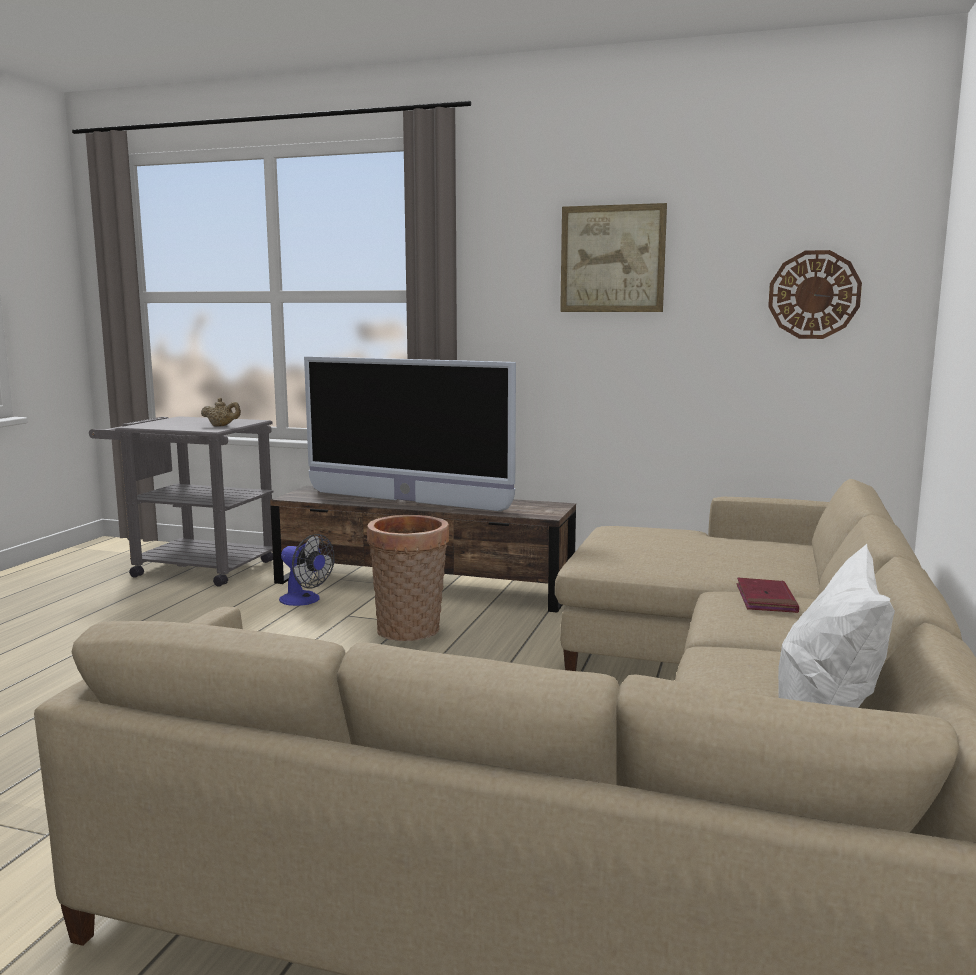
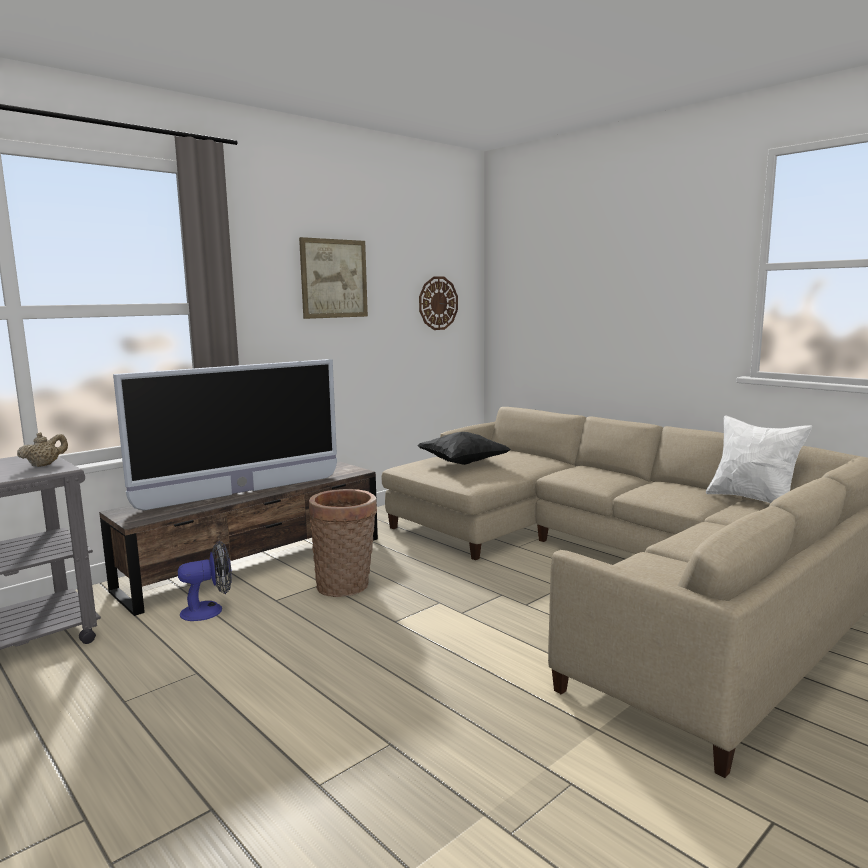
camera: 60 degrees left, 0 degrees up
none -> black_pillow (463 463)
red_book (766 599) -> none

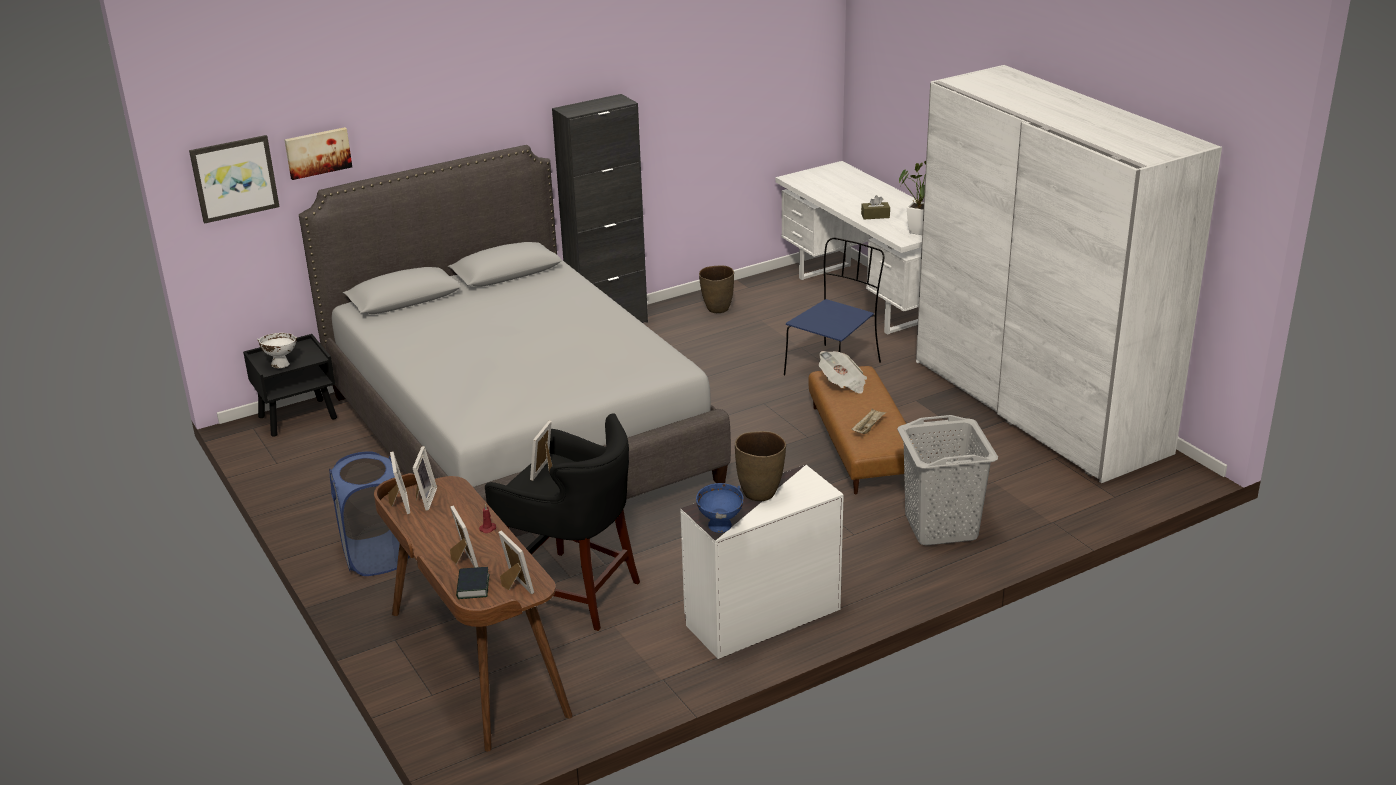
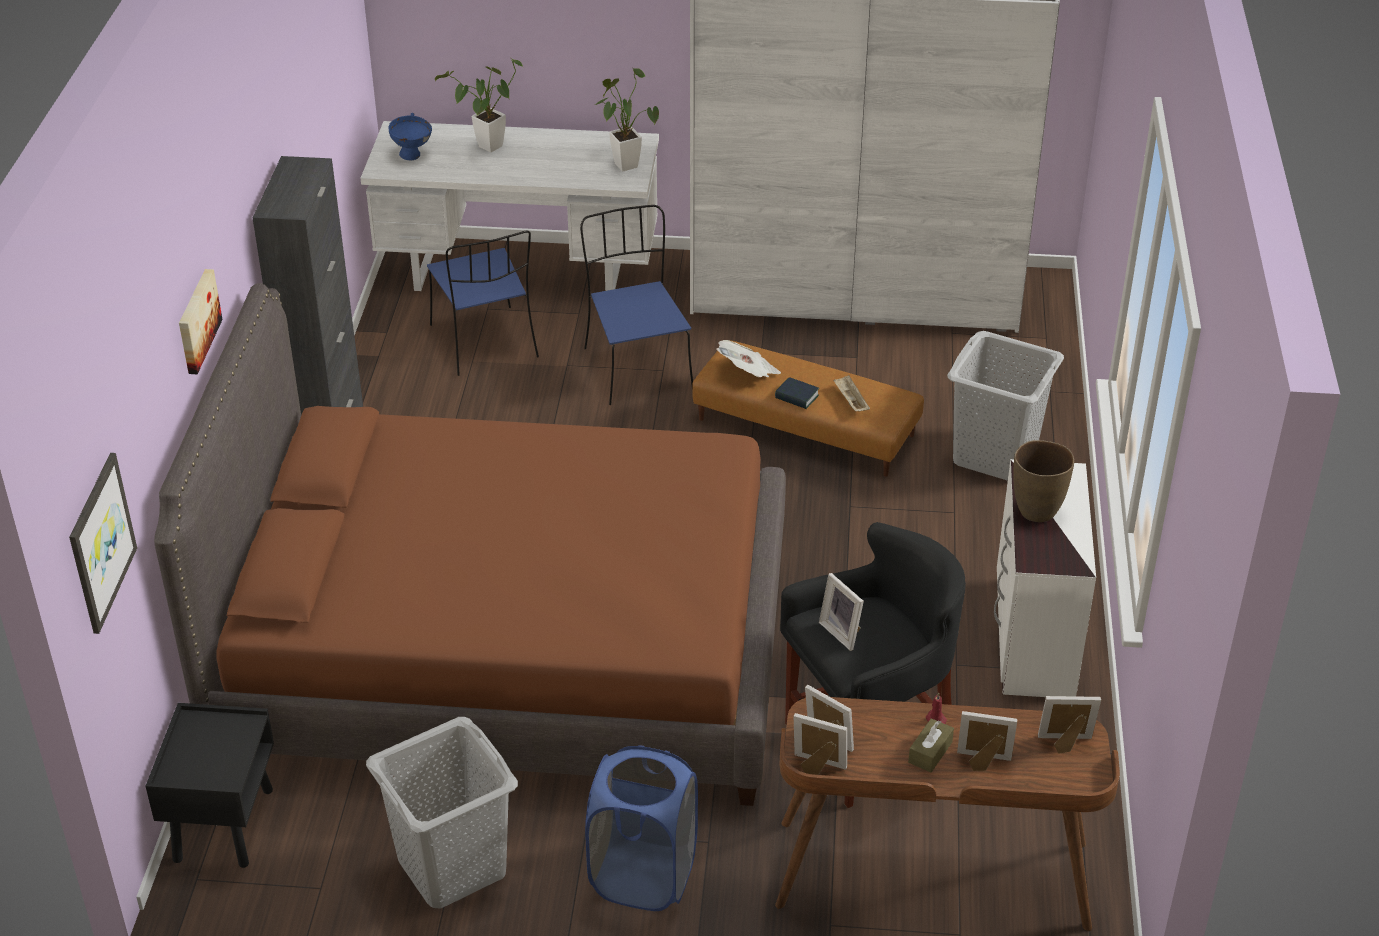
camera: 55 degrees left, 10 degrees up
grey_bed (519 436) -> brown_bed (508 651)
picture (317 152) -> picture (196 321), relocated
none -> grey_laundry_basket (451 866)
blue_bowl (721 528) -> blue_bowl (412 156), relocated
none -> blue_chair (485 343)
none -> potted_plant (486 149)
book (473 587) -> book (797 397), relocated
brown_tissue_box (875 216) -> brown_tissue_box (930 752), relocated
white_bowl (281 364) -> none
brown_vase (717 309) -> none

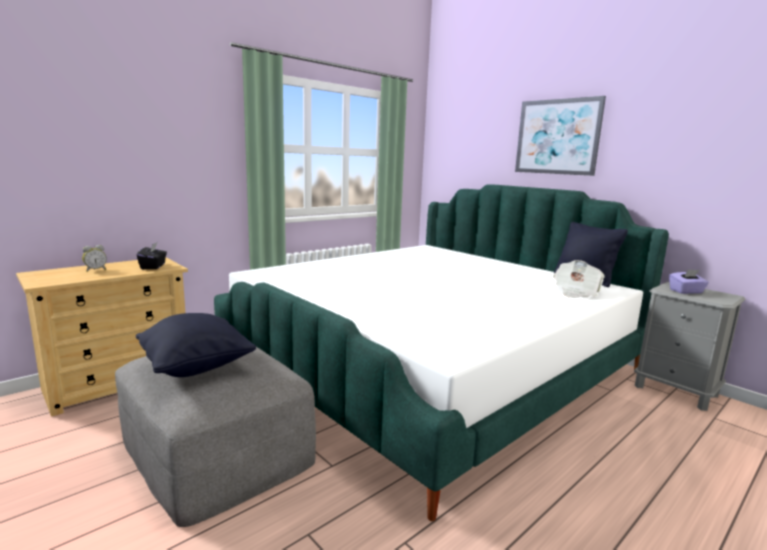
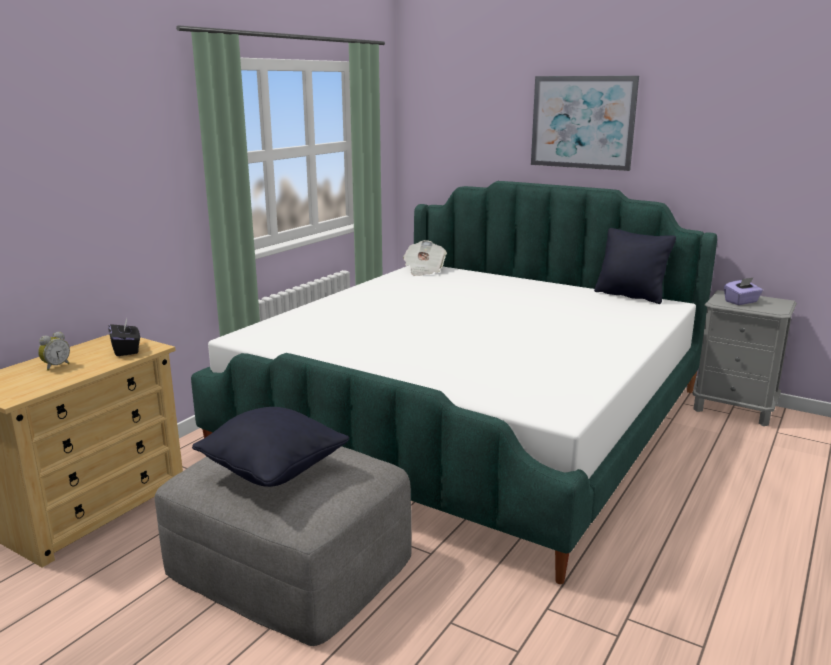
camera: 15 degrees left, 5 degrees up
newspaper (576 292) -> newspaper (424 270), relocated

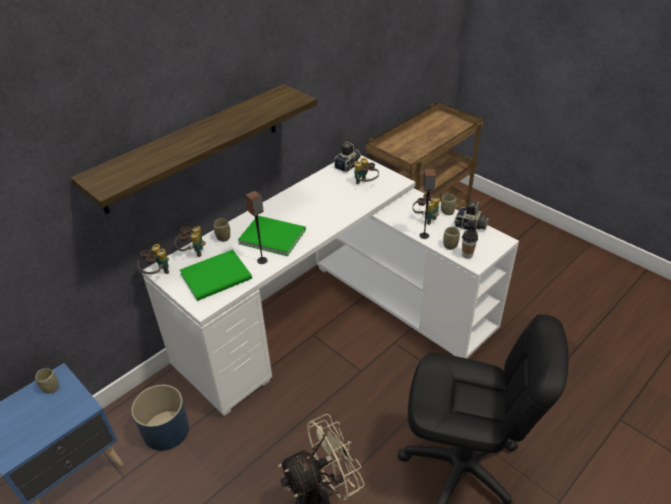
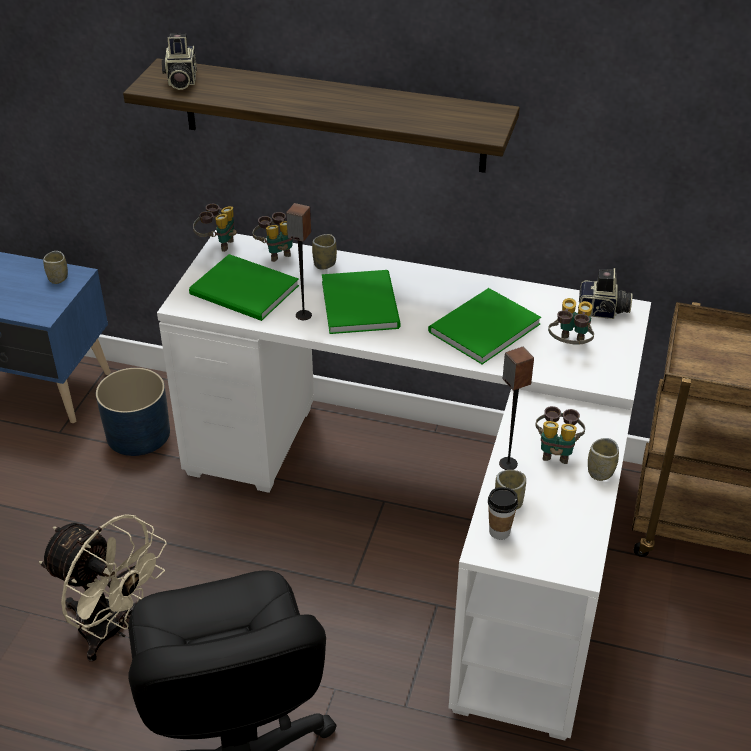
camera: 60 degrees right, 0 degrees up
photo_camera (470 226) -> photo_camera (180 80), relocated
none -> green_book (480 328)

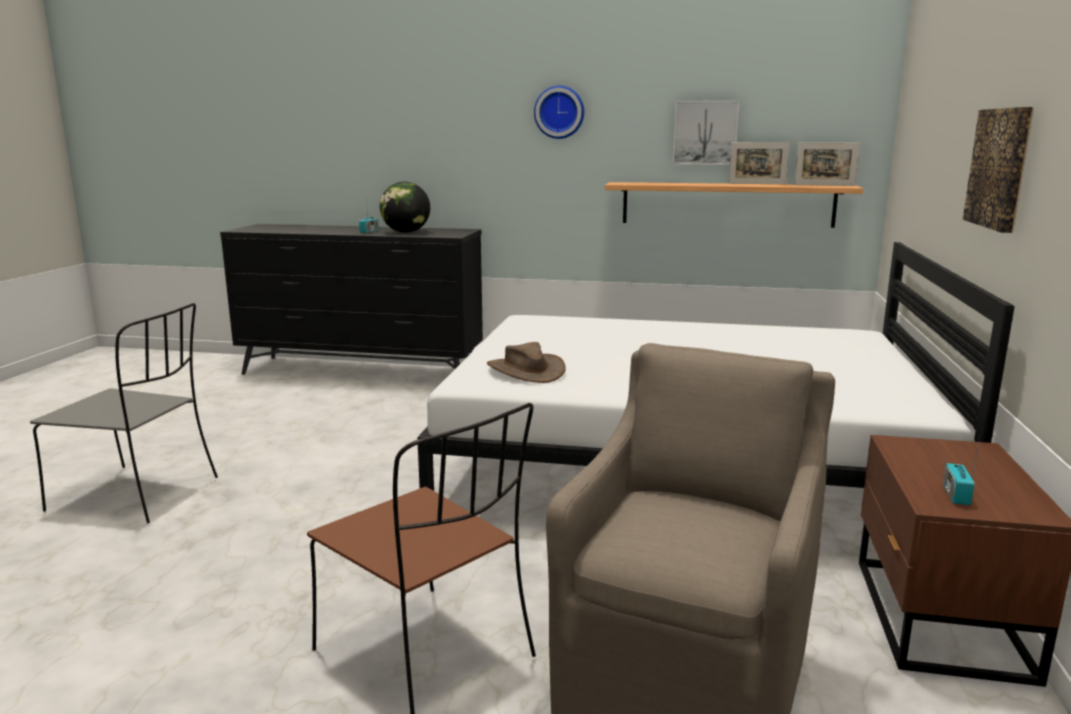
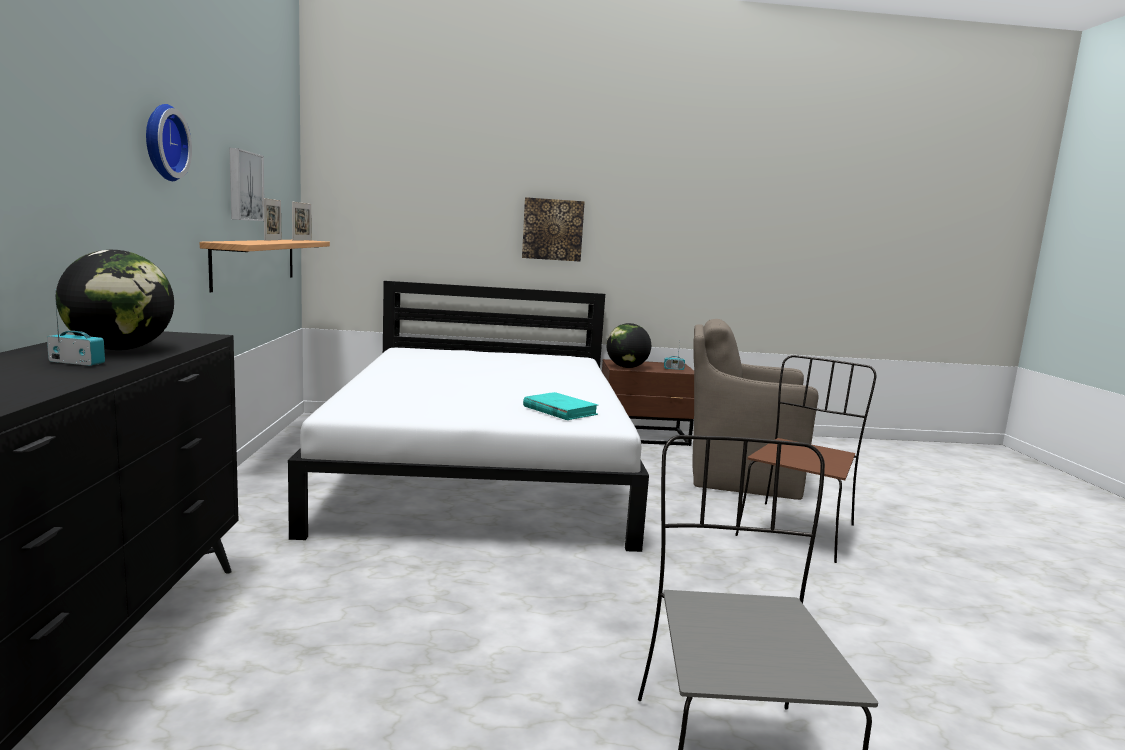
camera: 105 degrees left, 5 degrees down
brown_hat (525 370) -> turquoise_book (559 410)
none -> globe (627 367)

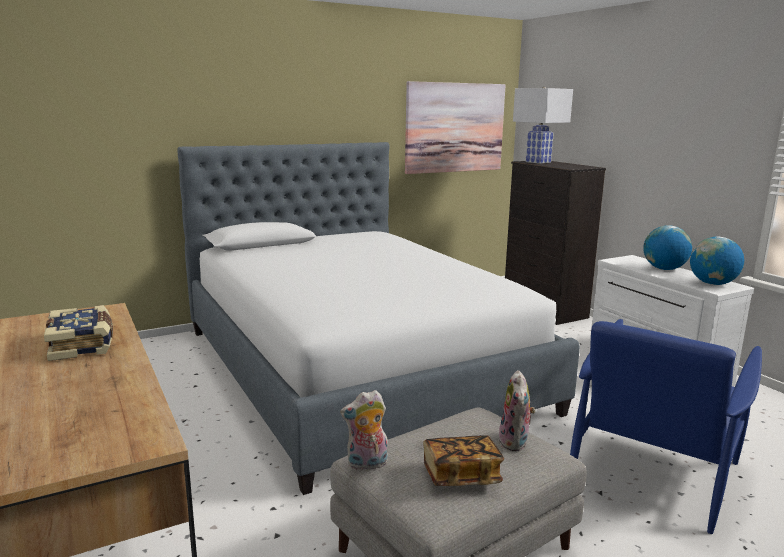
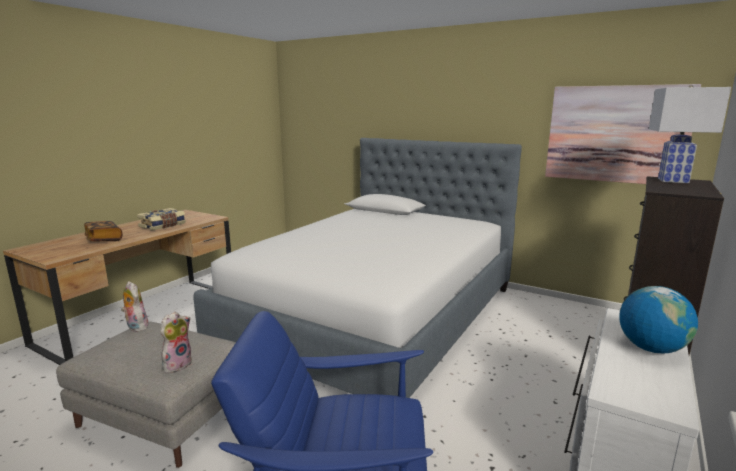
camera: 60 degrees right, 0 degrees up
book (461 476) -> book (104 239), relocated
plush_toy (515 442) -> plush_toy (177 364), 150 degrees clockwise
globe (712 283) -> none

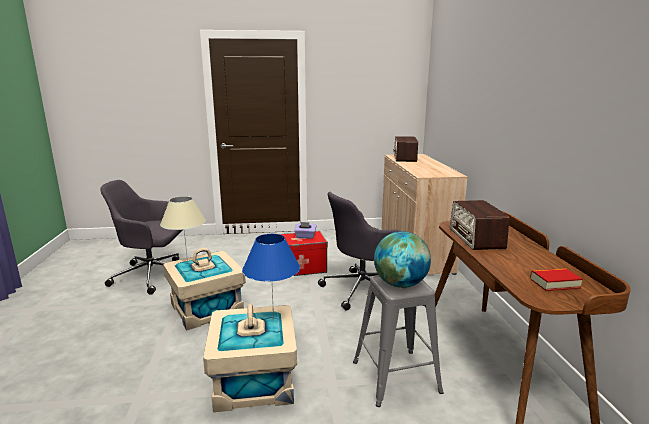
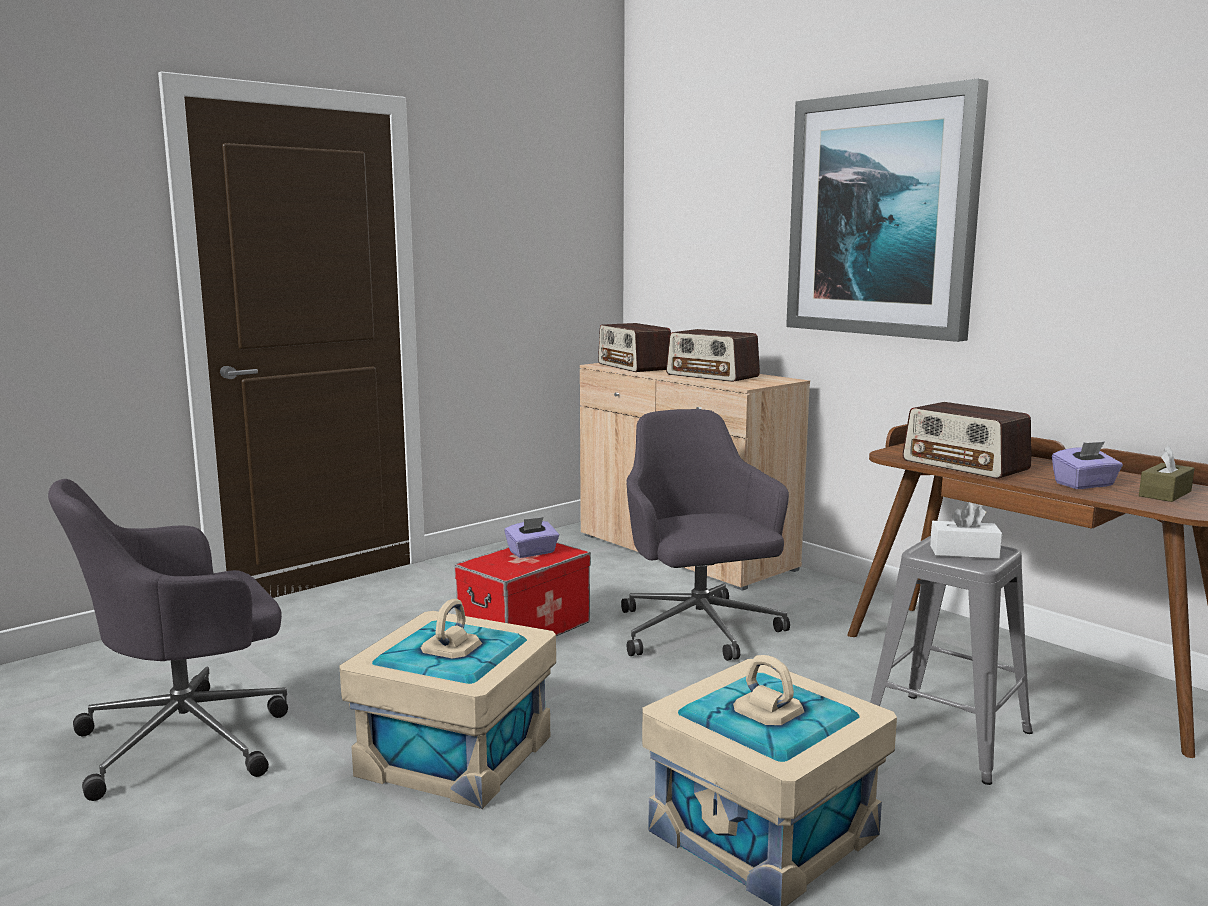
camera: 35 degrees left, 5 degrees down
grey_office_chair (363 290) -> grey_office_chair (698 631), 135 degrees clockwise
none -> radio (712 376)
none -> picture (882 215)
globe (400 284) -> white_tissue_box (964 552)
none -> purple_tissue_box (1084 485)
book (554 283) -> brown_tissue_box (1165 494)
beige_table_lamp (187 263) -> none
blue_table_lamp (273 320) -> none

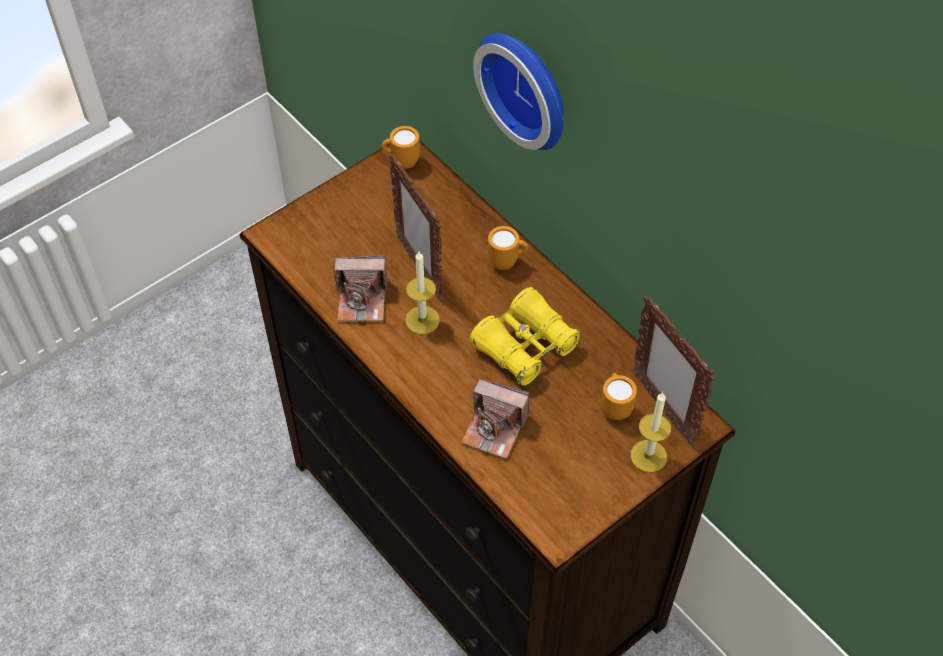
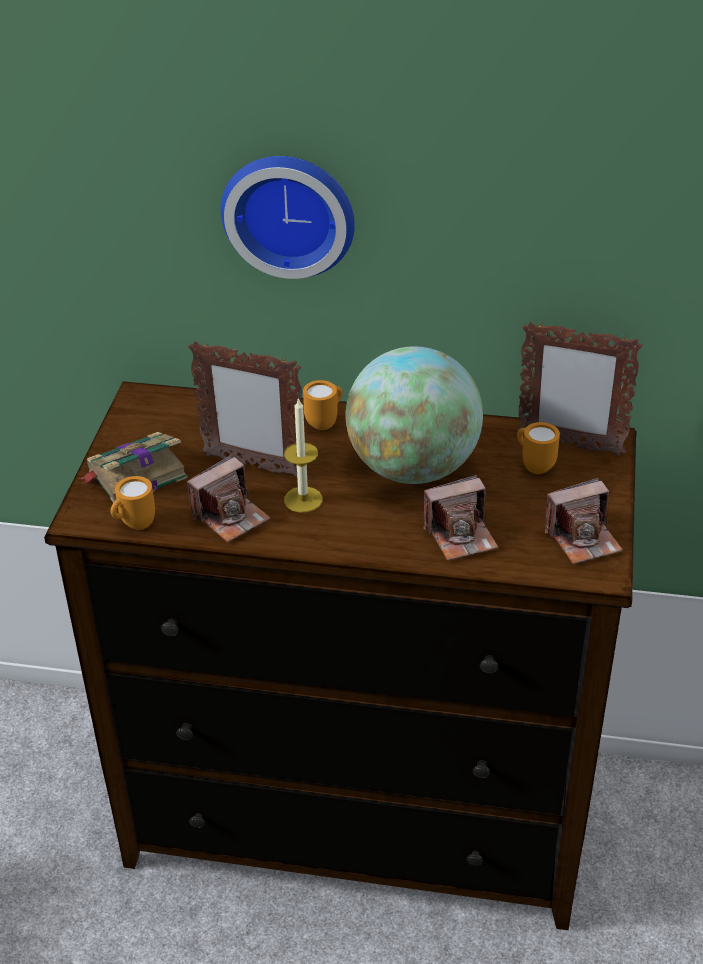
camera: 40 degrees left, 15 degrees down
none -> book (135 475)
orange_mug (401 162) -> orange_mug (134 525), relocated
yellow_binoculars (525 346) -> globe (412 468)
none -> photo_camera (583 539)
candle (648 456) -> none

